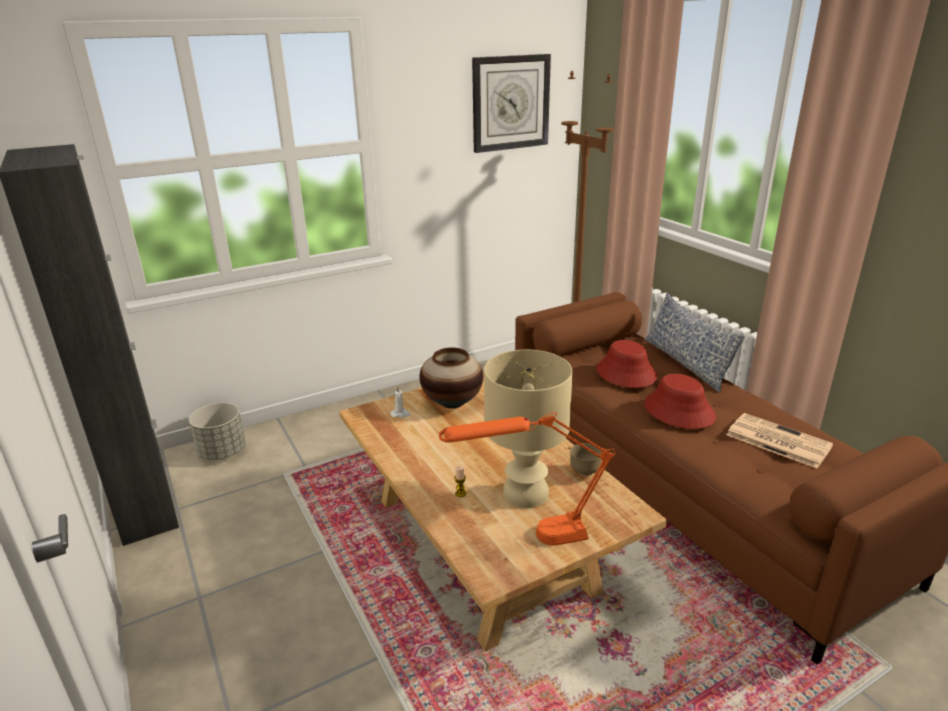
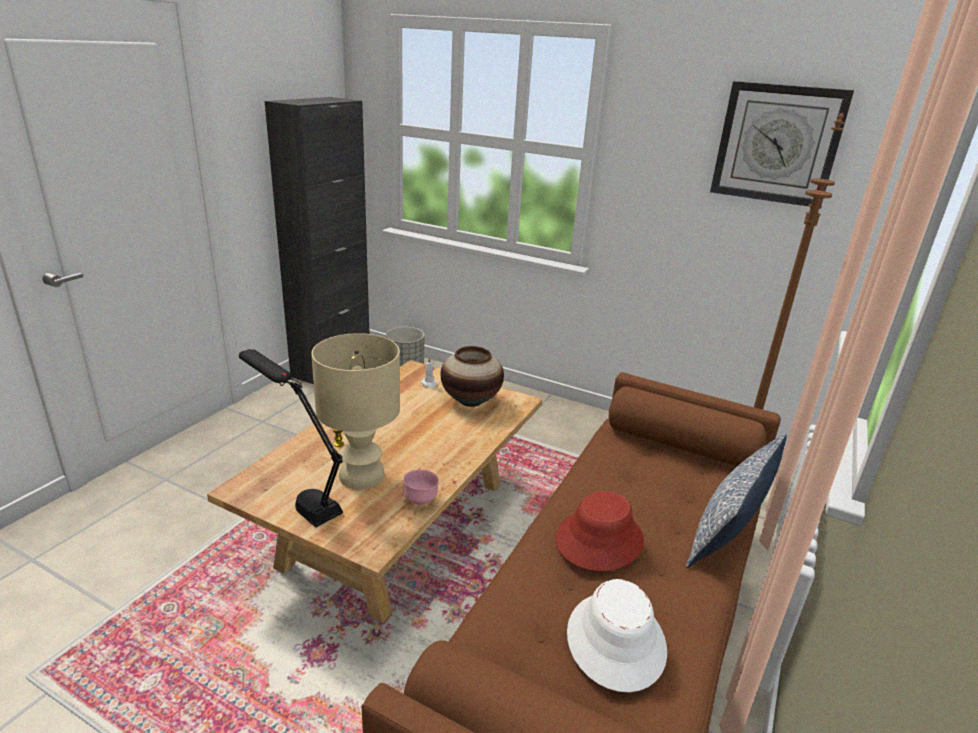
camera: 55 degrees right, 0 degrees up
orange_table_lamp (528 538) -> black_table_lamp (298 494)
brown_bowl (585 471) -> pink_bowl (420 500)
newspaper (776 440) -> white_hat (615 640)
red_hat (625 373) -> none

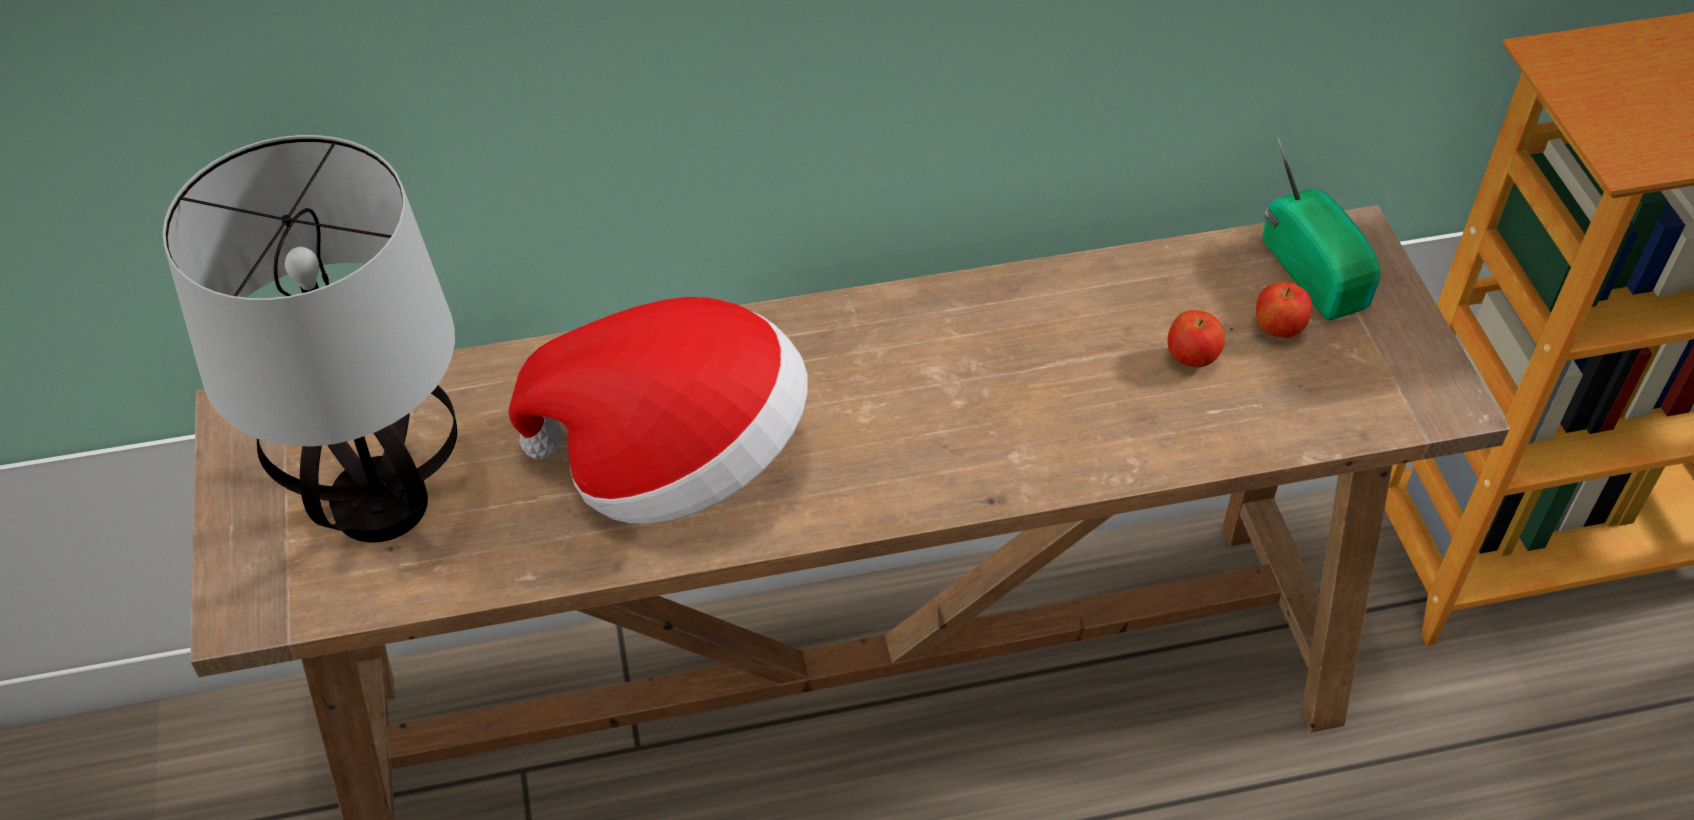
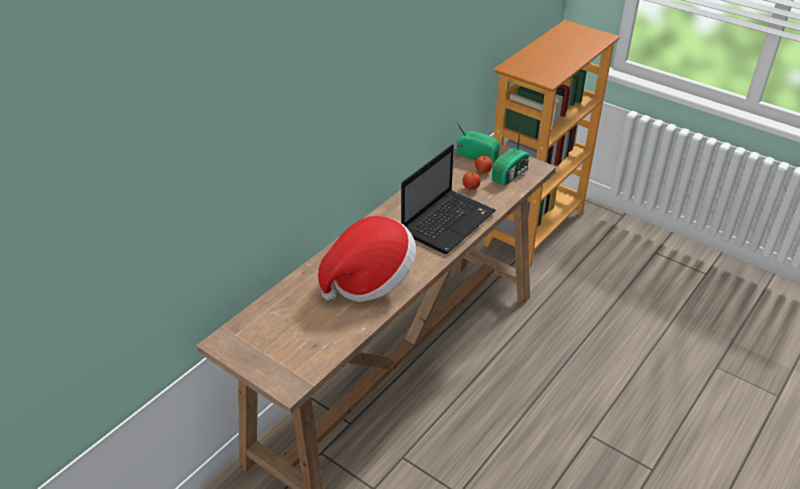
camera: 40 degrees left, 10 degrees down
none -> laptop (449 221)
none -> radio (511 174)
table_lamp (378 503) -> none

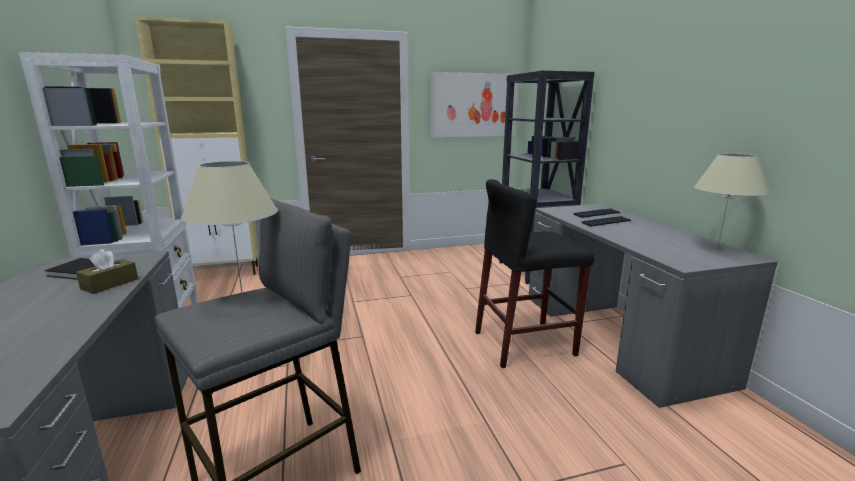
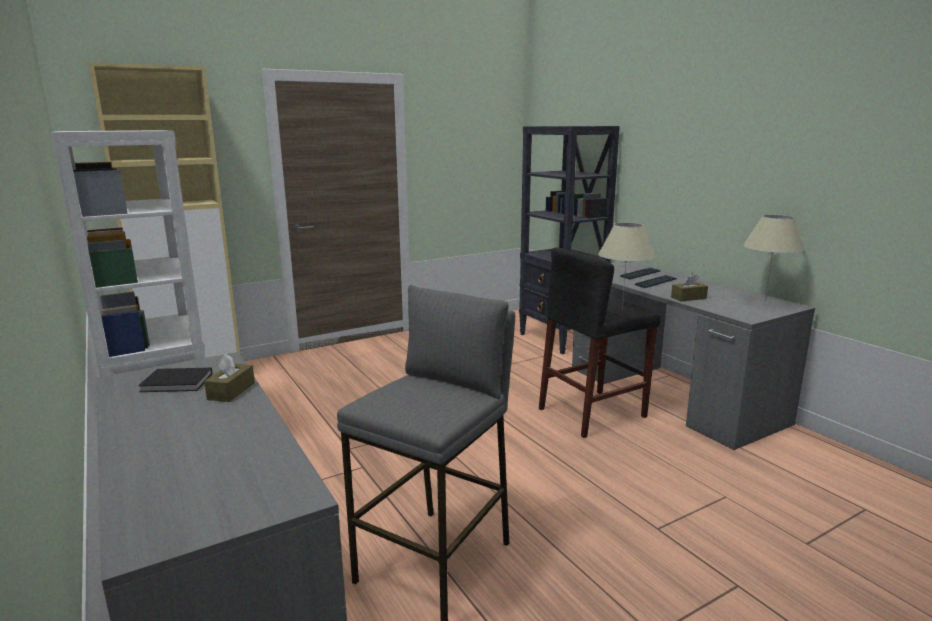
camera: 15 degrees left, 0 degrees up
beige_table_lamp (242 297) -> beige_table_lamp (622 309), relocated
none -> brown_tissue_box (688 298)
picture (473 105) -> none

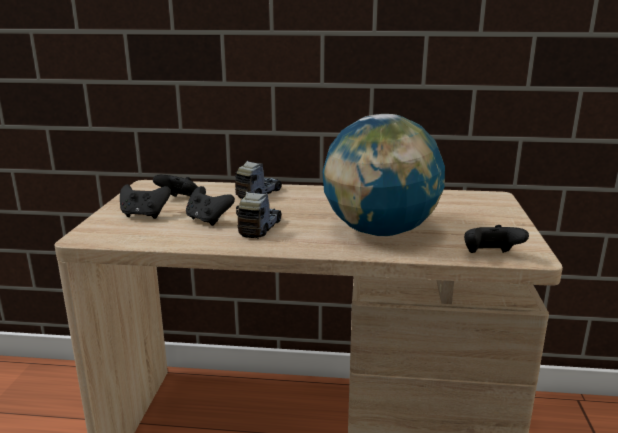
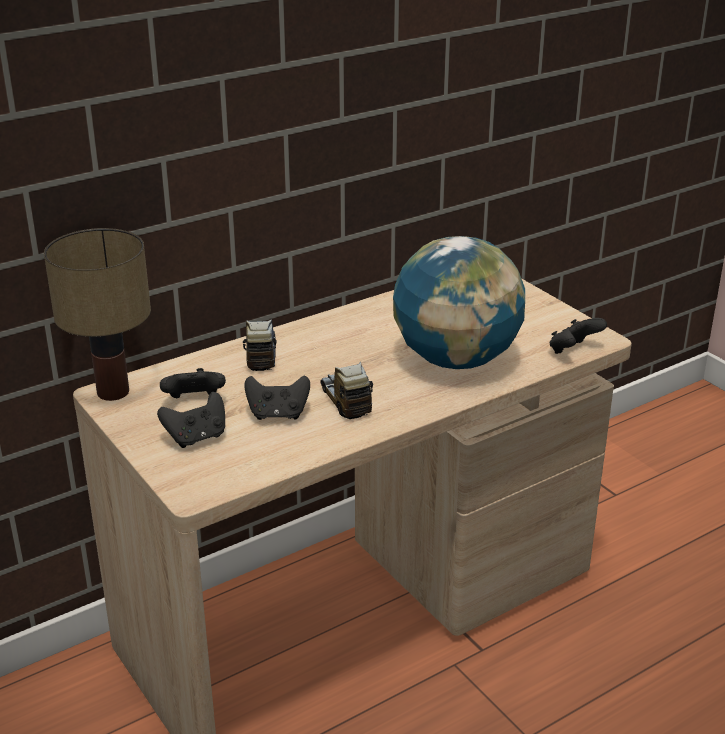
camera: 40 degrees left, 10 degrees up
none -> table_lamp (115 392)

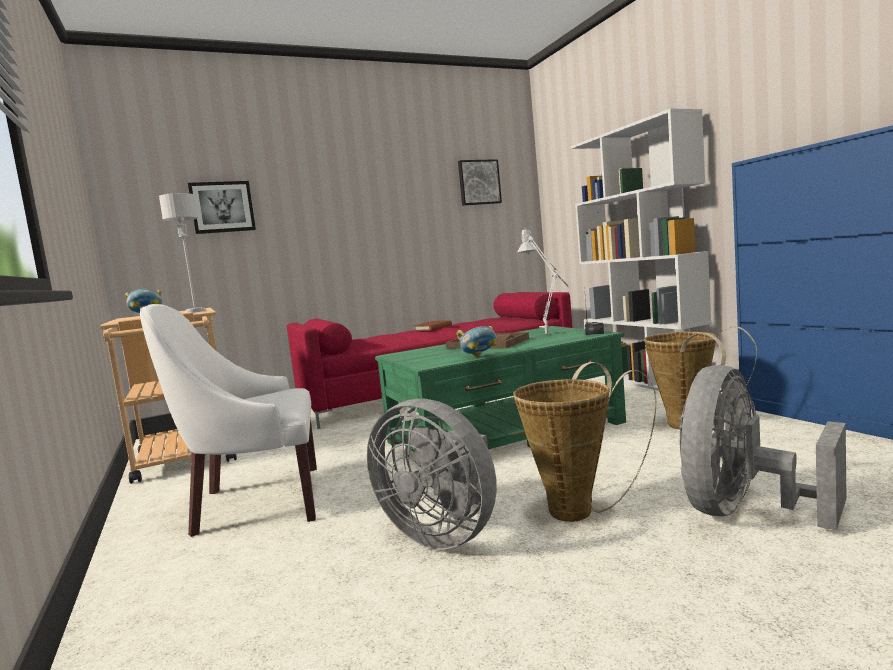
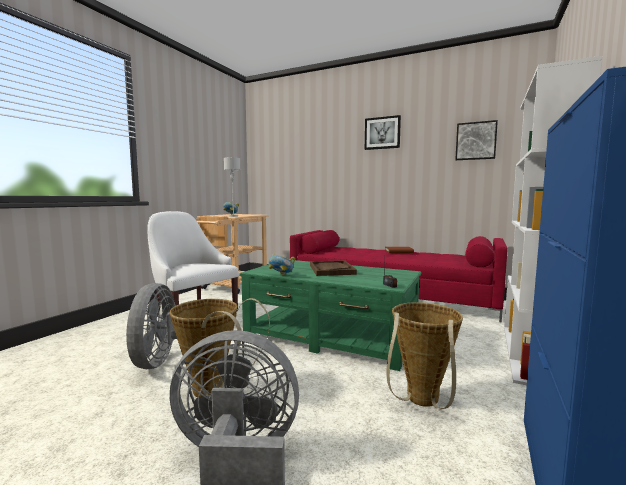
camera: 50 degrees right, 0 degrees up
picture (222 207) -> picture (382 133), relocated
grey_table_lamp (550 335) -> none

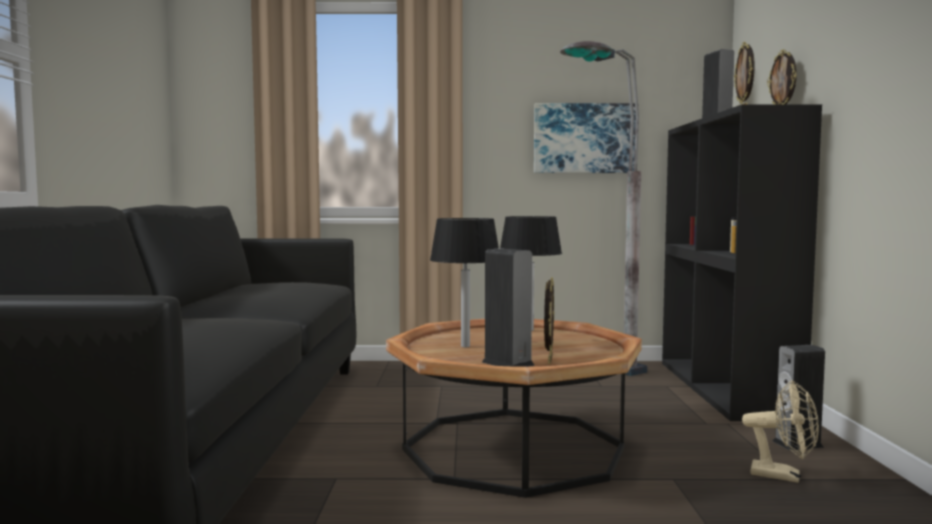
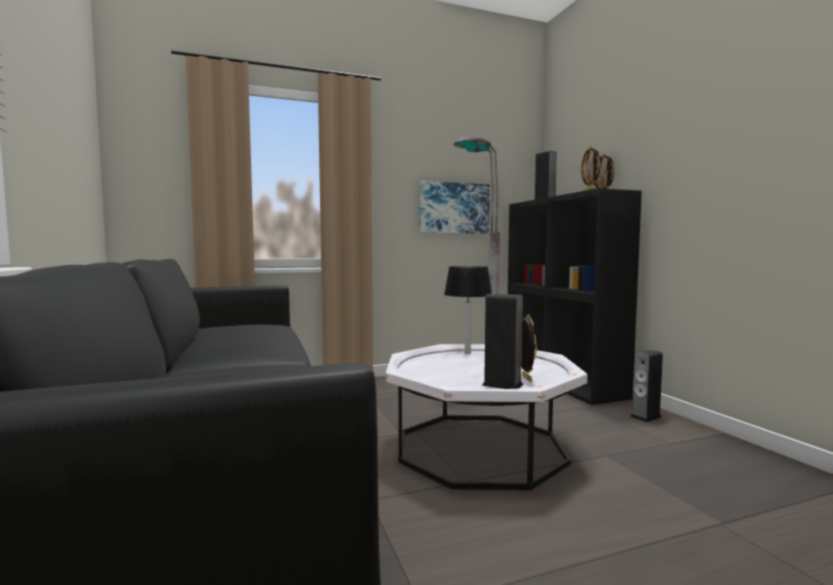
camera: 20 degrees left, 0 degrees up
brown_coffee_table (513 449) -> white_coffee_table (480 448)
black_table_lamp (465 346) -> none
beige_fan (784 476) -> none

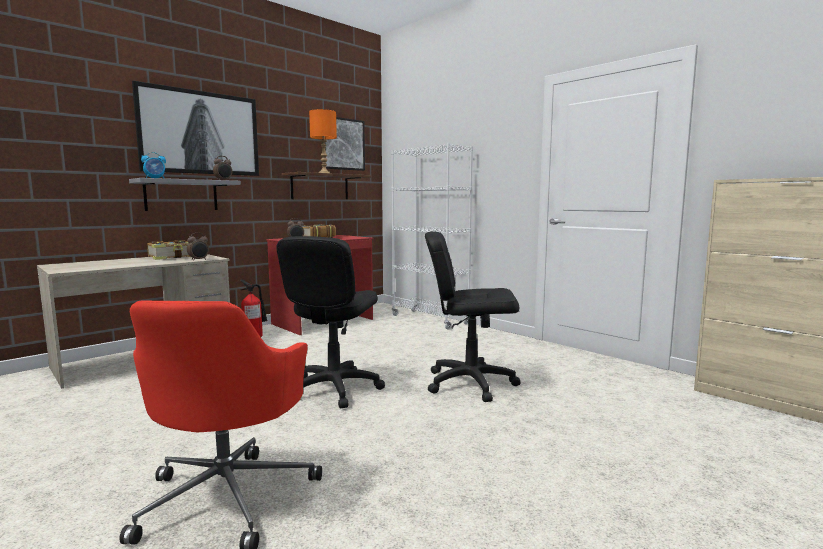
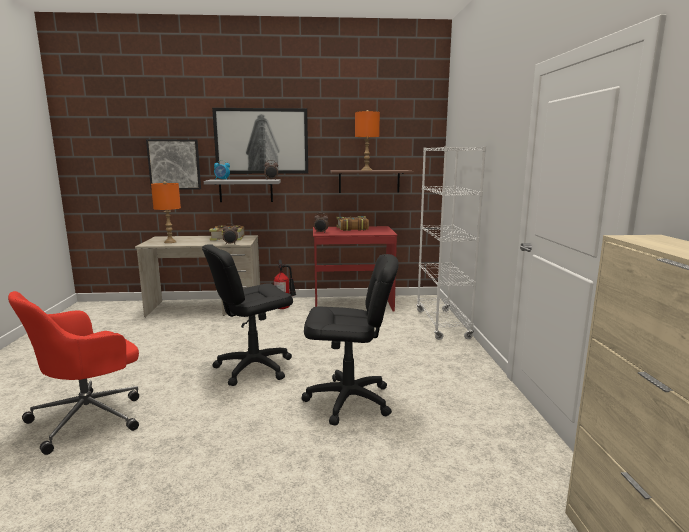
camera: 40 degrees right, 5 degrees up
picture (342 144) -> picture (174 164), relocated
none -> orange_table_lamp (170 242)
black_office_chair (470 383) -> black_office_chair (349 401), 135 degrees clockwise

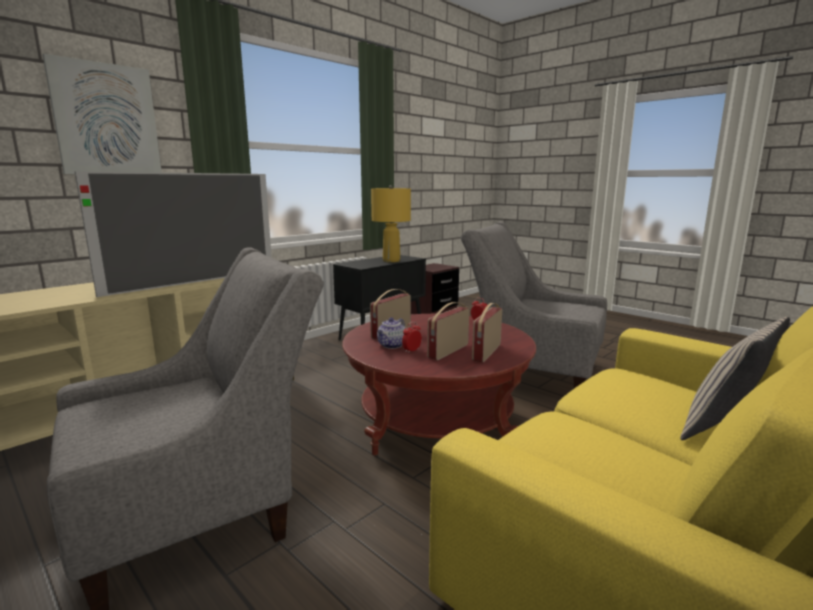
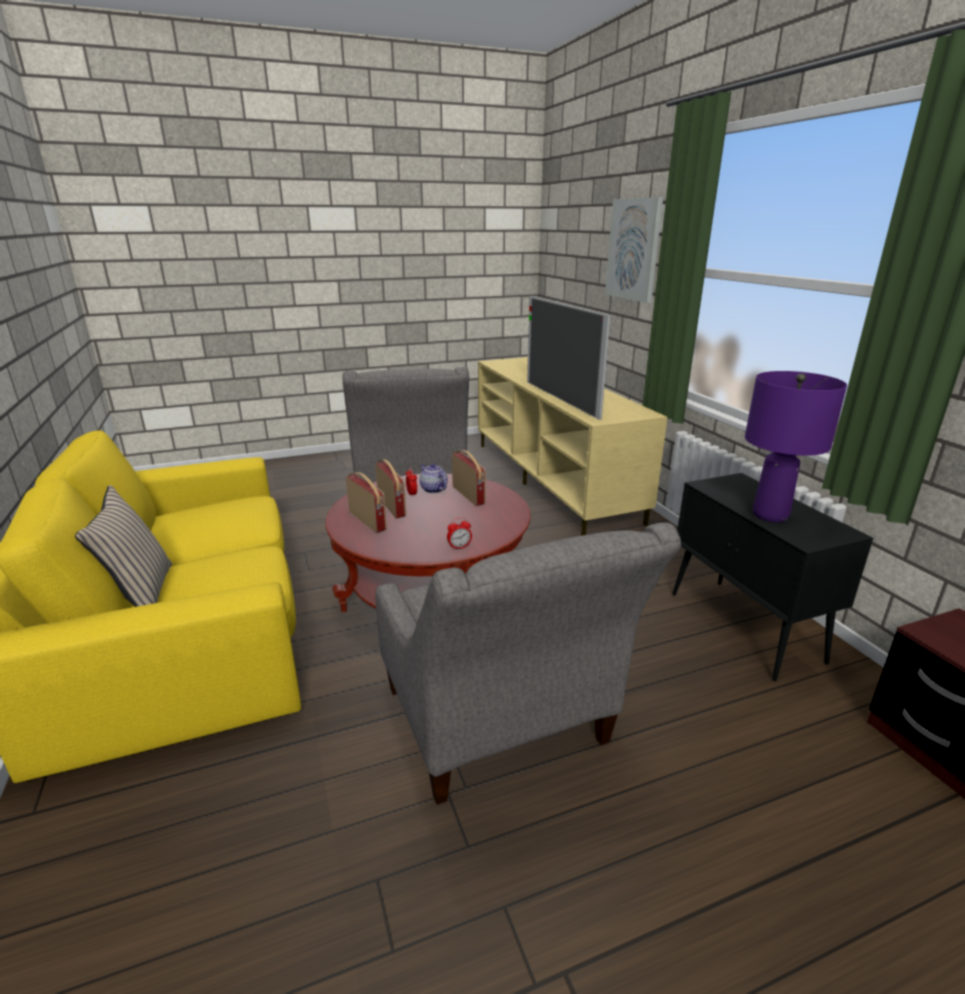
camera: 115 degrees right, 10 degrees up
grey_armchair (531 371) -> grey_armchair (501 727), 105 degrees clockwise
yellow_table_lamp (391 260) -> purple_table_lamp (771 515)

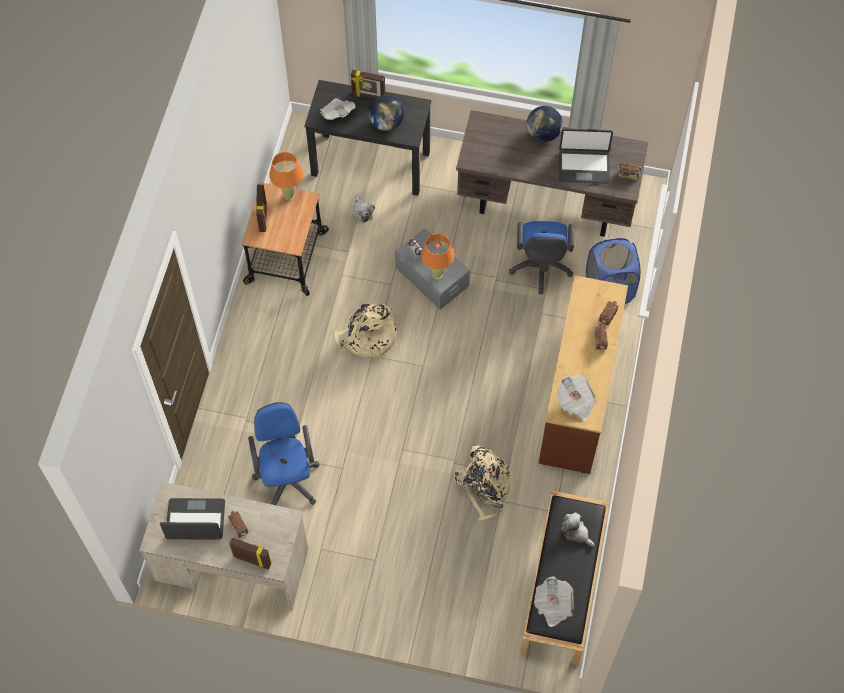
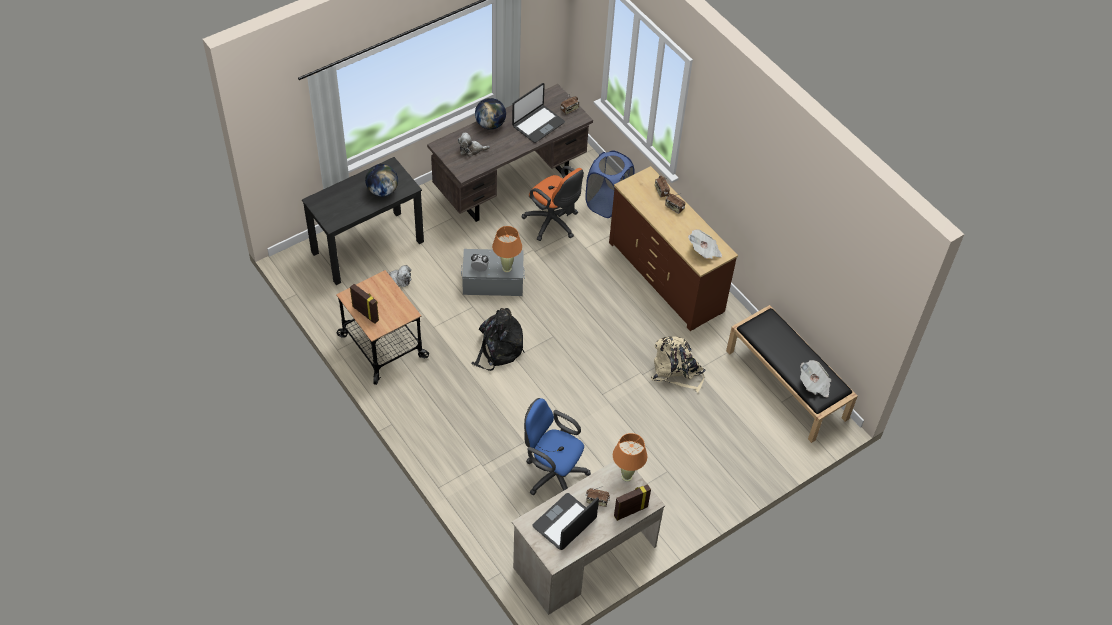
camera: 50 degrees left, 10 degrees down
plush_toy (576 532) -> plush_toy (471 150), relocated
beige_backpack (368 338) -> black_backpack (498 349)
blue_office_chair (540 269) -> orange_office_chair (553 223)
orange_table_lamp (289 196) -> orange_table_lamp (627 476), relocated
newspaper (338 114) -> none
picture_frame (368 96) -> none

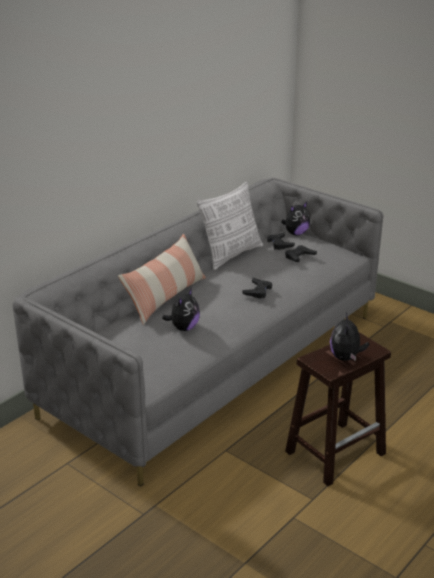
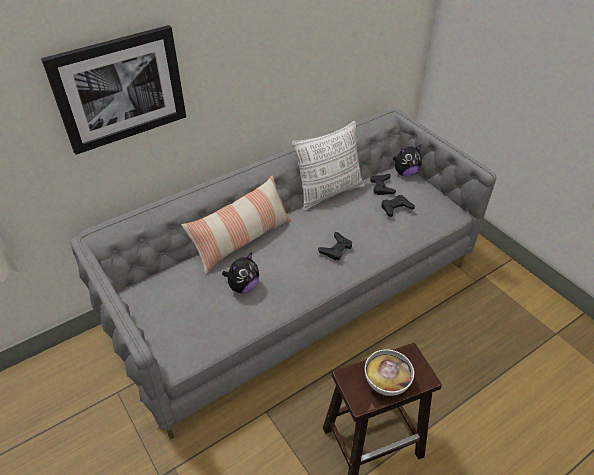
camera: 15 degrees right, 15 degrees up
none -> picture (120 89)
plush_toy (346 358) -> bowl (386 383)

